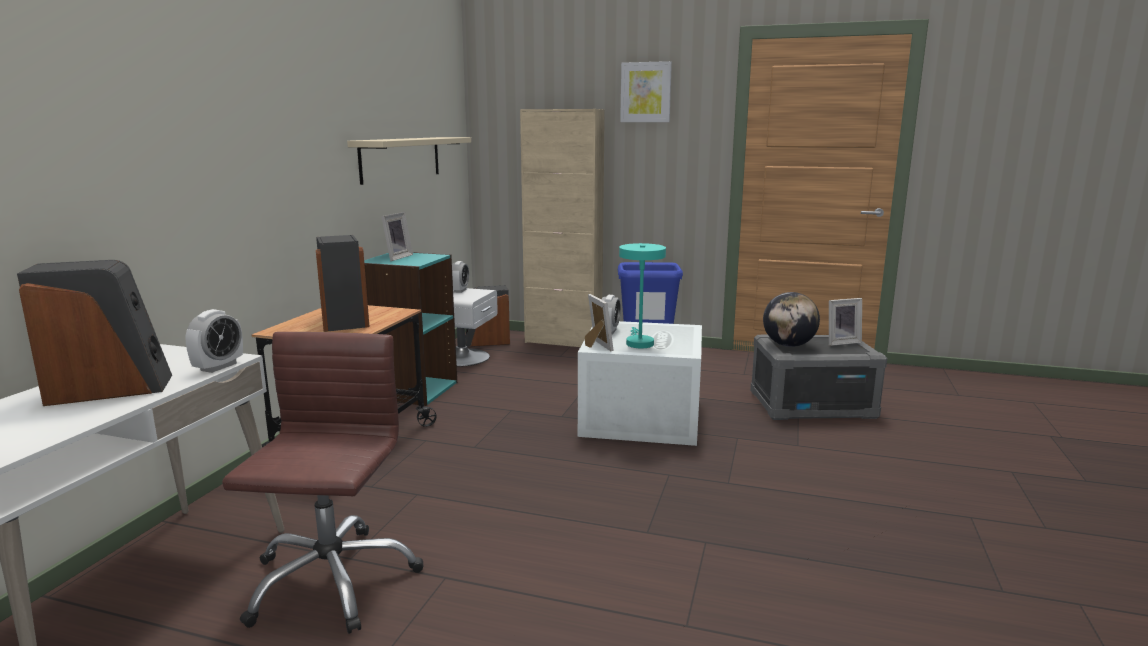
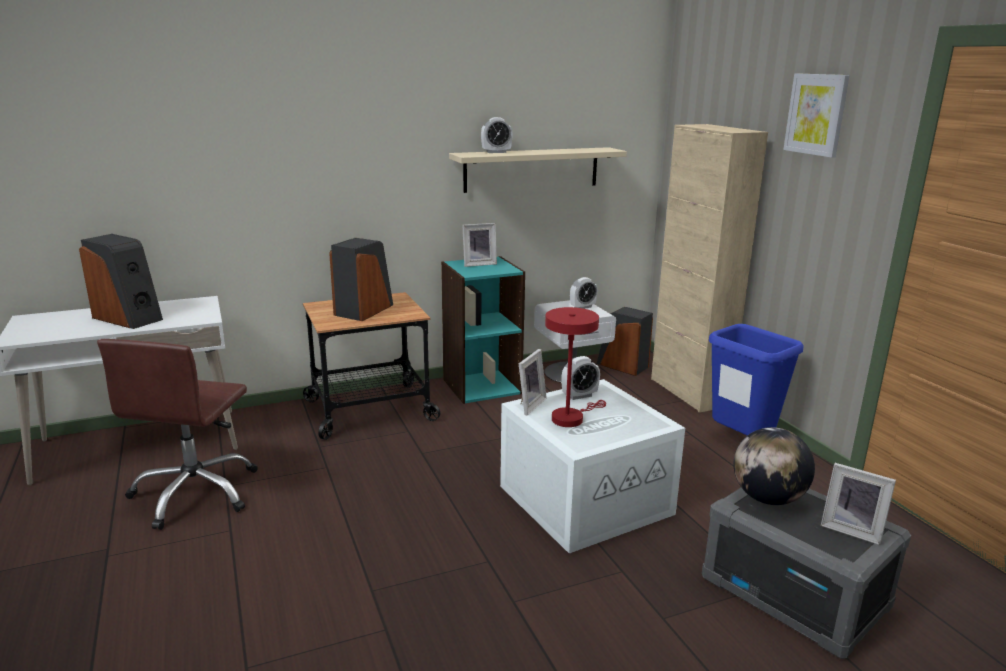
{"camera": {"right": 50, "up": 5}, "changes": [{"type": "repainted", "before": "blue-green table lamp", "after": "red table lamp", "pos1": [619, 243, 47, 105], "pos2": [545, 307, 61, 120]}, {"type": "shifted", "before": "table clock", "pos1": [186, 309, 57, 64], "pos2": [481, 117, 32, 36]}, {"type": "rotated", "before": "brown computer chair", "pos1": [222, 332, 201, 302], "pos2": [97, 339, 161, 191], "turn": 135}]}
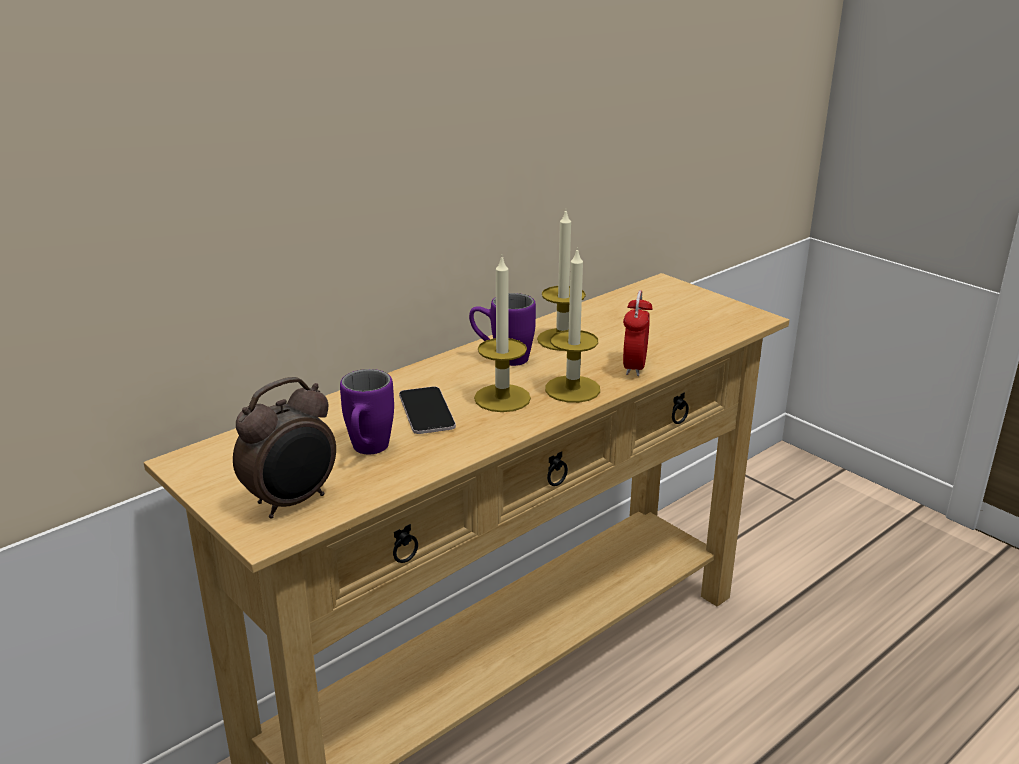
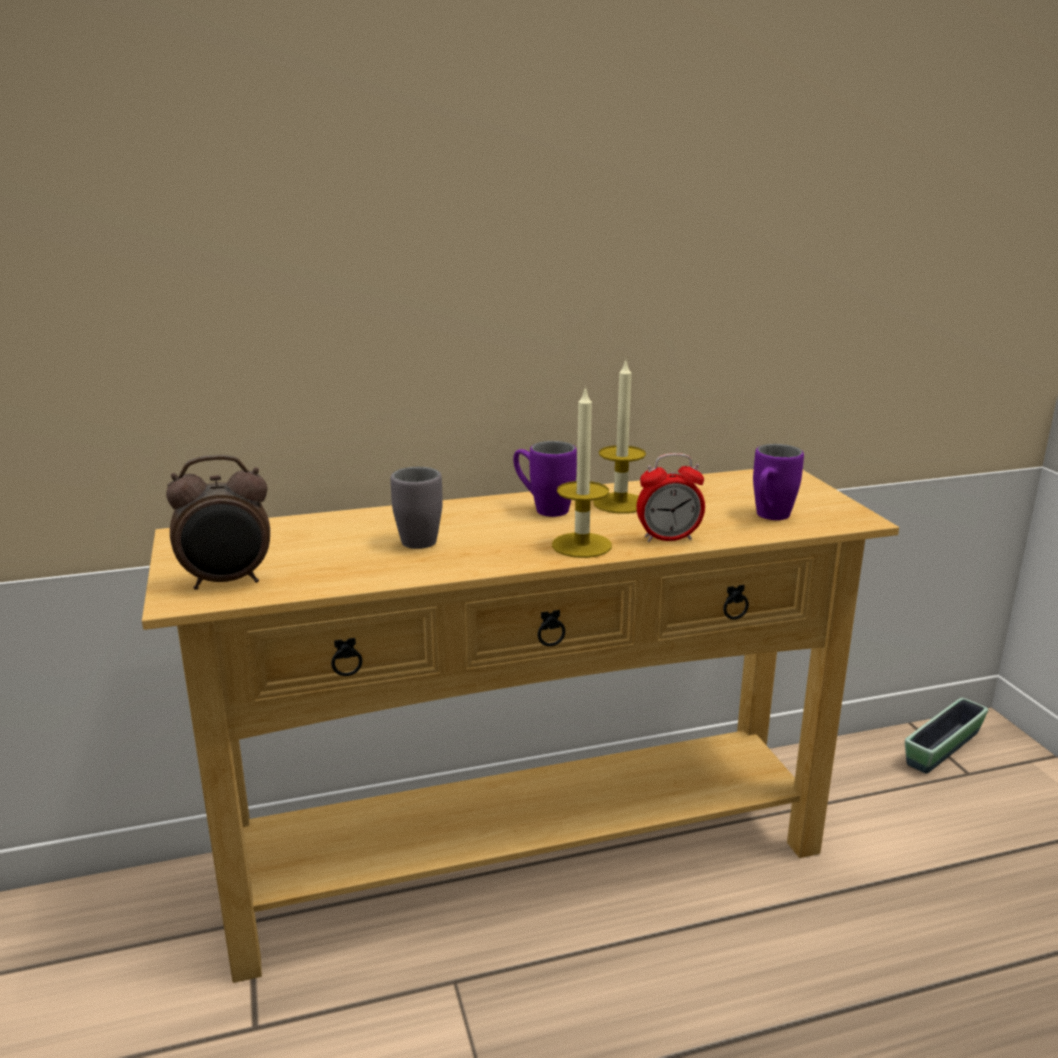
{"camera": {"right": 25, "up": -5}, "changes": [{"type": "gone", "before": "wax light", "pos1": [474, 254, 57, 158]}, {"type": "rotated", "before": "table clock", "pos1": [623, 290, 29, 86], "pos2": [637, 453, 68, 89], "turn": -135}, {"type": "shifted", "before": "purple coffee mug", "pos1": [340, 369, 54, 85], "pos2": [753, 444, 51, 76]}, {"type": "swapped", "before": "phone", "after": "greyish coffee mug", "pos1": [399, 386, 57, 48], "pos2": [390, 467, 53, 82]}, {"type": "new", "after": "plant pot", "pos2": [905, 698, 83, 76]}]}
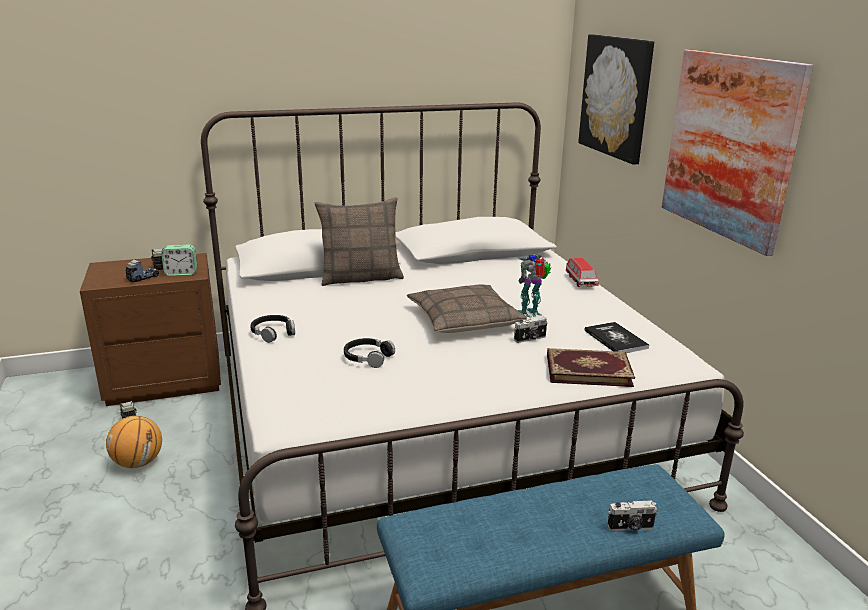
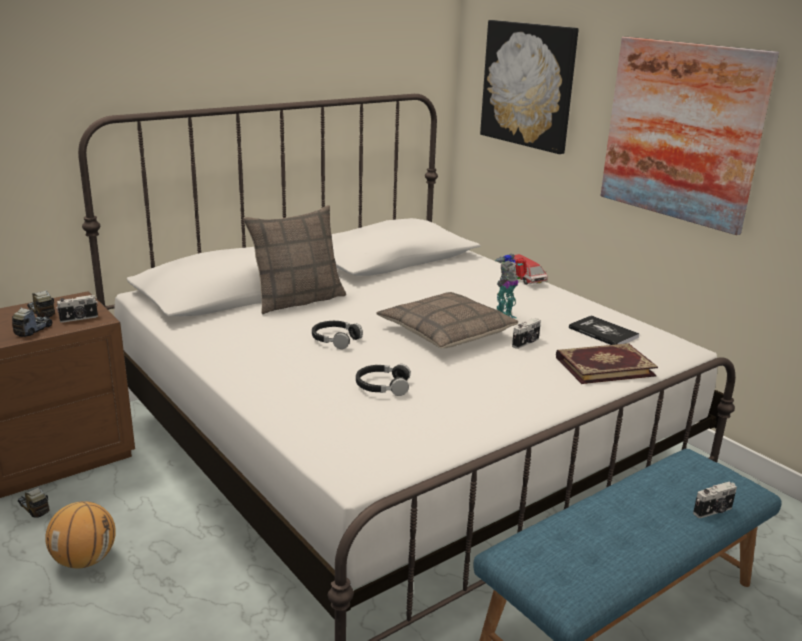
{"camera": {"right": -20, "up": 0}, "changes": [{"type": "swapped", "before": "table clock", "after": "photo camera", "pos1": [161, 245, 36, 31], "pos2": [56, 295, 42, 28]}, {"type": "shifted", "before": "black headphones", "pos1": [250, 315, 45, 28], "pos2": [312, 321, 51, 28]}]}
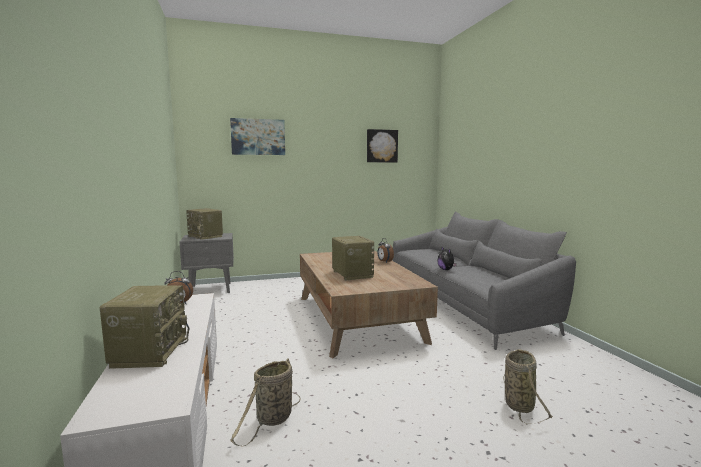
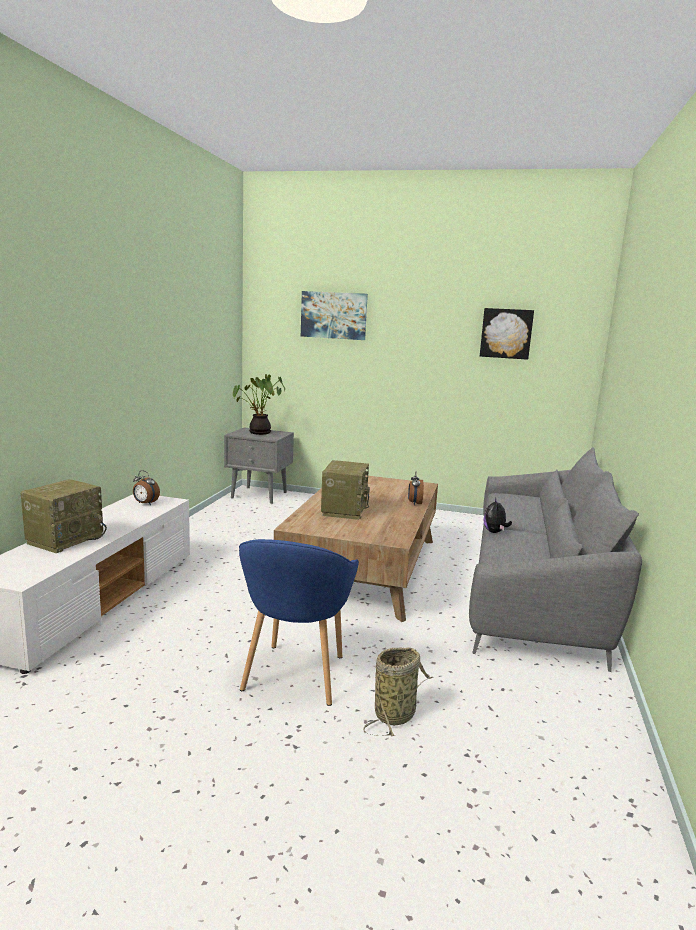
{"camera": {"right": 30, "up": 5}, "changes": [{"type": "swapped", "before": "radio set", "after": "plant in a pot", "pos1": [186, 208, 37, 32], "pos2": [233, 374, 52, 61]}, {"type": "gone", "before": "basket", "pos1": [231, 358, 70, 88]}, {"type": "new", "after": "bluish lounge chair", "pos2": [239, 539, 120, 167]}]}
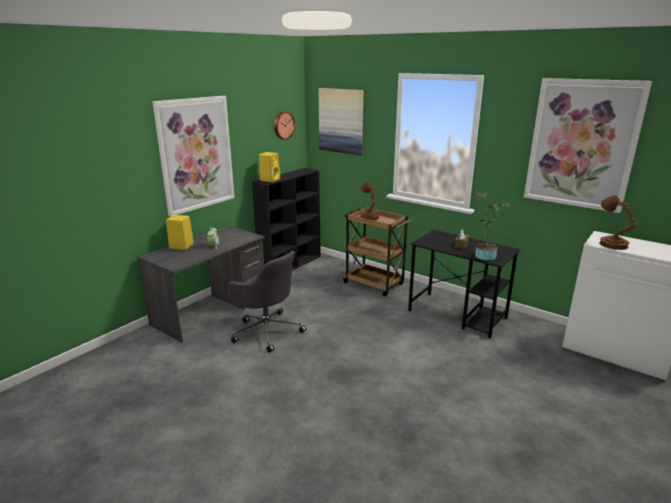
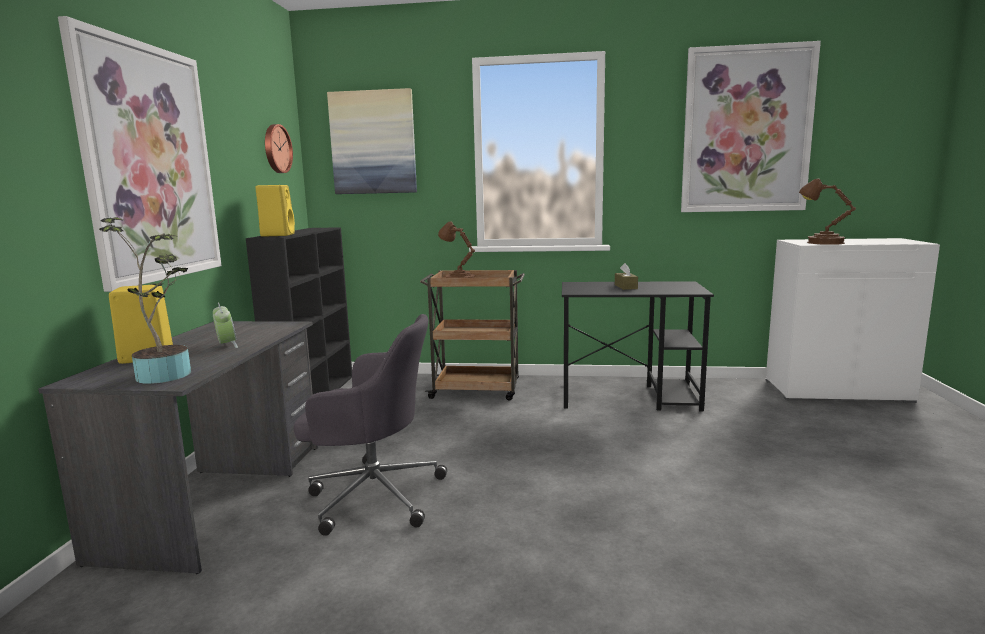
{"camera": {"right": -30, "up": -10}, "changes": [{"type": "shifted", "before": "plant in a pot", "pos1": [475, 192, 35, 68], "pos2": [99, 217, 92, 167]}]}
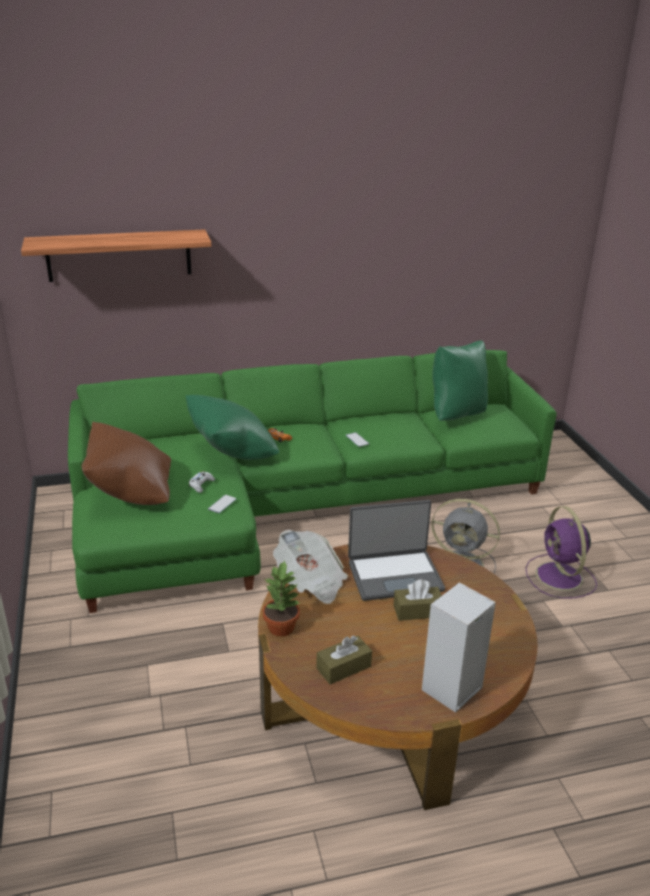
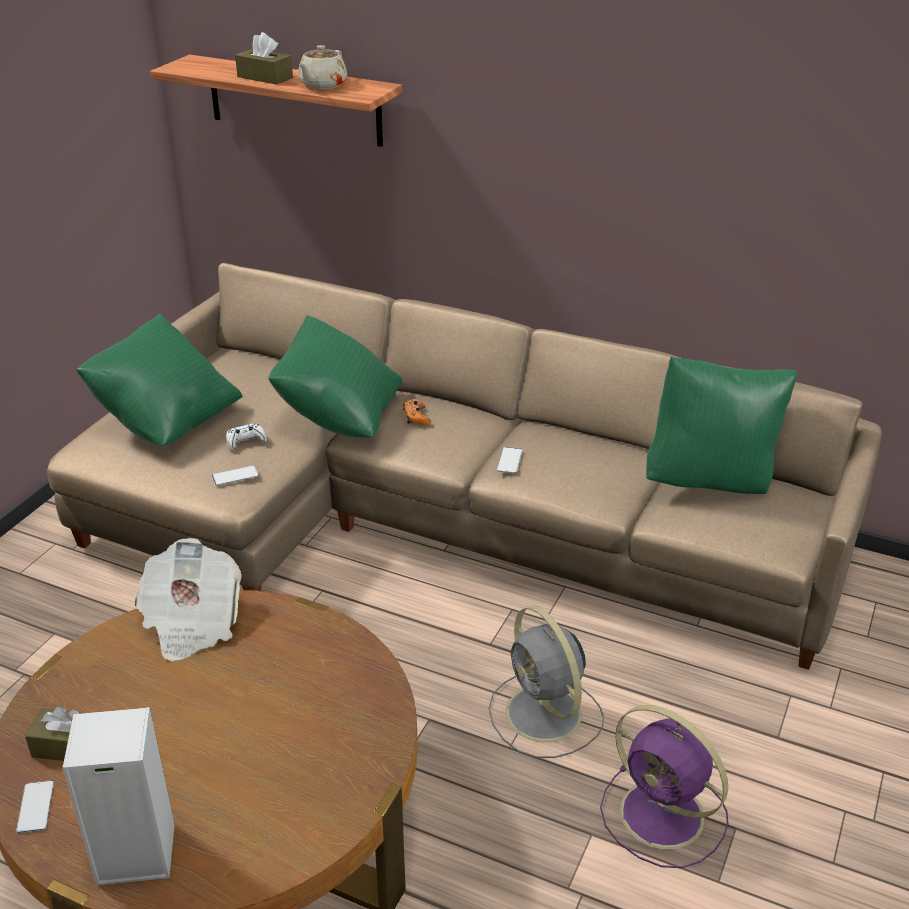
{"camera": {"right": 40, "up": 5}, "changes": [{"type": "repainted", "before": "green-coloured couch", "after": "beige couch", "pos1": [68, 350, 489, 263], "pos2": [47, 263, 835, 407]}, {"type": "repainted", "before": "brown pillow", "after": "green-coloured pillow", "pos1": [81, 422, 90, 83], "pos2": [76, 313, 167, 133]}, {"type": "gone", "before": "laptop", "pos1": [348, 500, 97, 101]}, {"type": "rotated", "before": "purple cooling fan", "pos1": [525, 506, 72, 93], "pos2": [600, 705, 128, 163], "turn": -75}, {"type": "gone", "before": "plant in a pot", "pos1": [263, 560, 37, 77]}, {"type": "shifted", "before": "brown tissue box", "pos1": [393, 579, 49, 42], "pos2": [235, 32, 58, 53]}, {"type": "new", "after": "beige teapot", "pos2": [298, 45, 49, 44]}, {"type": "new", "after": "phone", "pos2": [16, 780, 38, 54]}]}
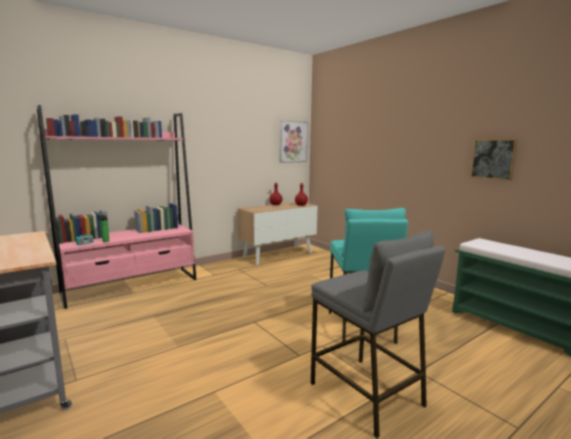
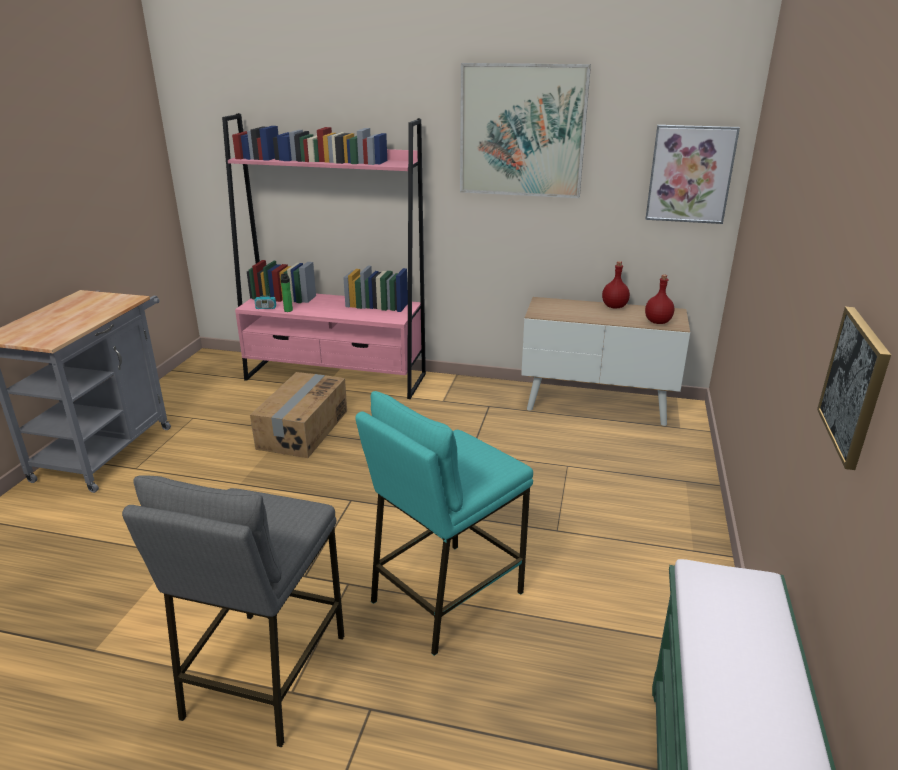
{"camera": {"right": 50, "up": 15}, "changes": [{"type": "new", "after": "wall art", "pos2": [460, 63, 131, 135]}, {"type": "new", "after": "cardboard box", "pos2": [250, 372, 97, 86]}]}
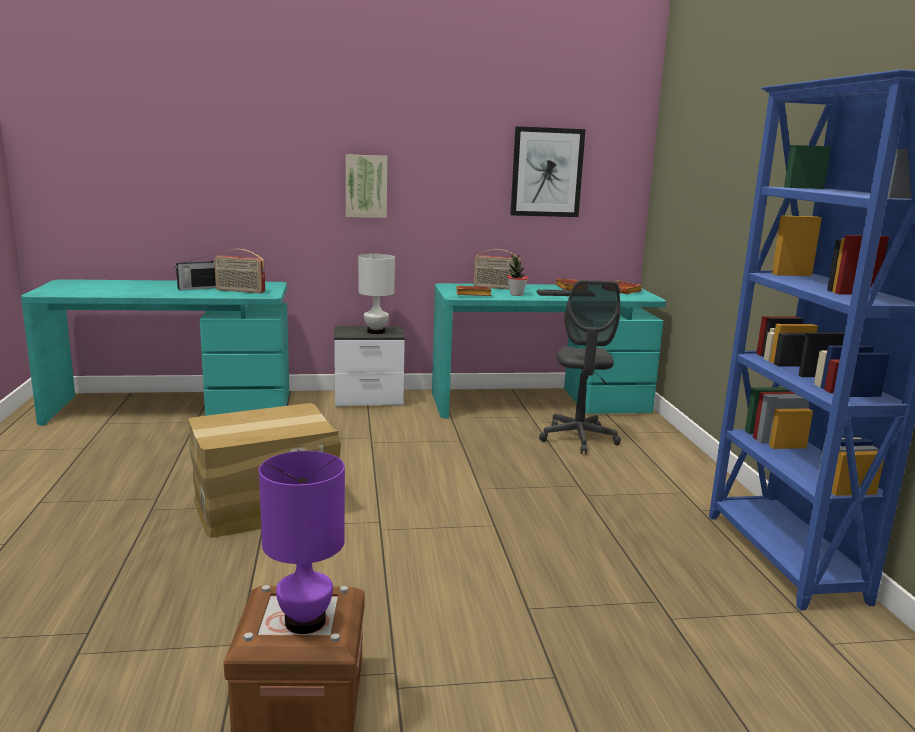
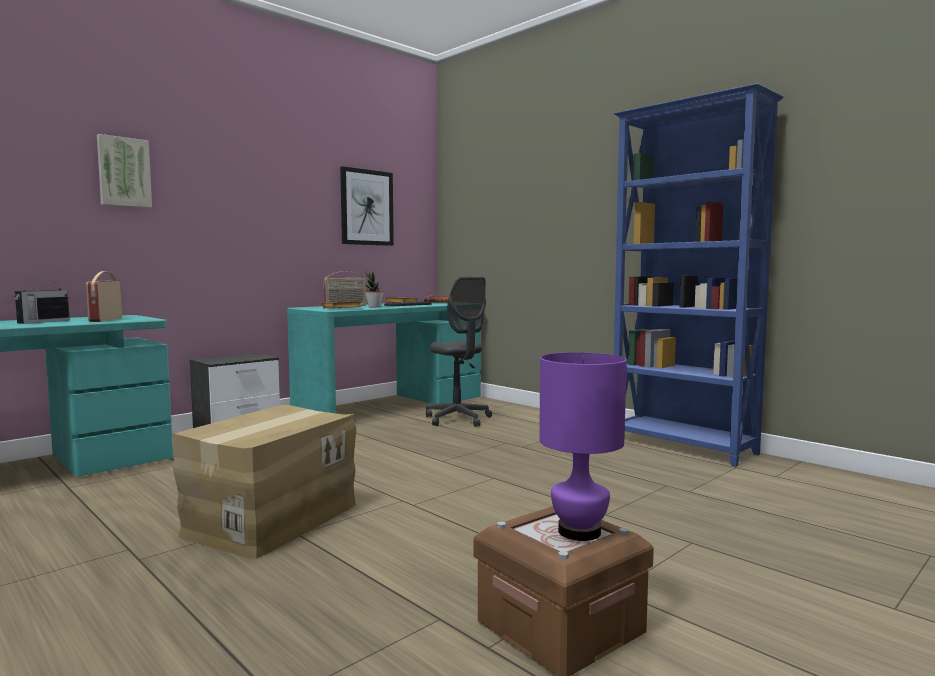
{"camera": {"right": -35, "up": -10}, "changes": [{"type": "shifted", "before": "wall art", "pos1": [346, 154, 41, 64], "pos2": [97, 134, 55, 74]}, {"type": "rotated", "before": "radio set", "pos1": [214, 249, 51, 44], "pos2": [86, 271, 36, 51], "turn": 105}, {"type": "gone", "before": "whitish table lamp", "pos1": [358, 254, 37, 80]}]}
